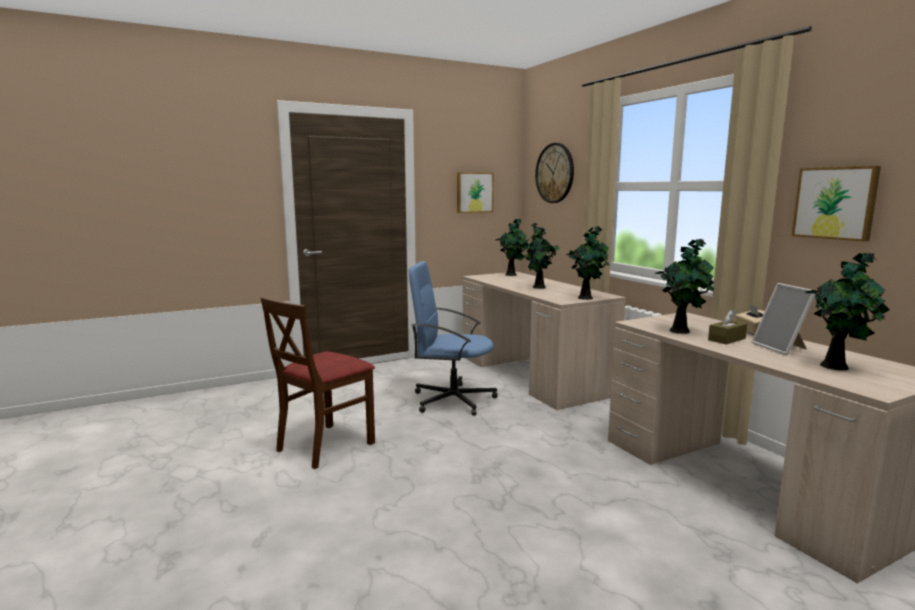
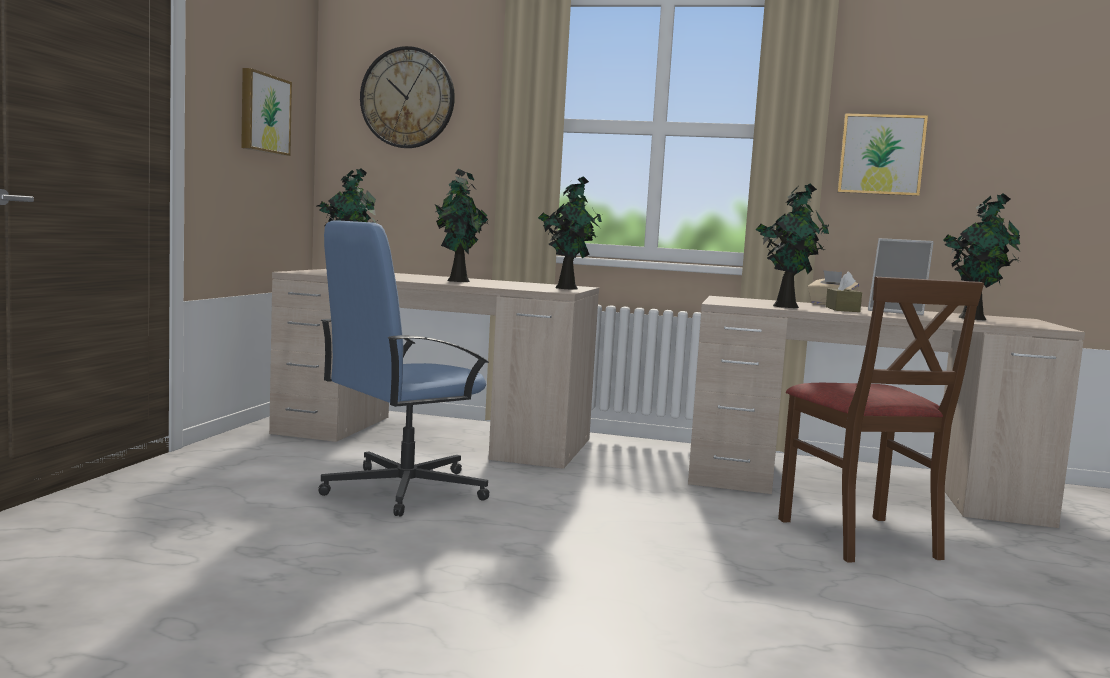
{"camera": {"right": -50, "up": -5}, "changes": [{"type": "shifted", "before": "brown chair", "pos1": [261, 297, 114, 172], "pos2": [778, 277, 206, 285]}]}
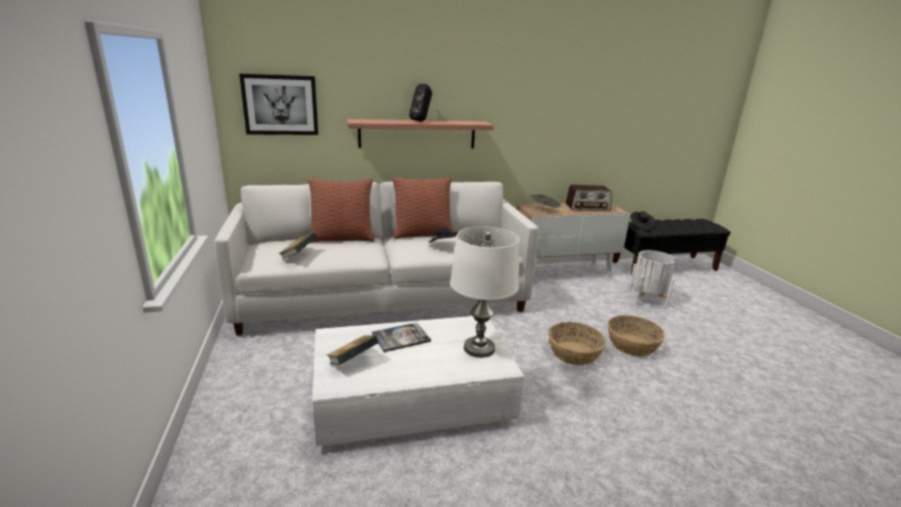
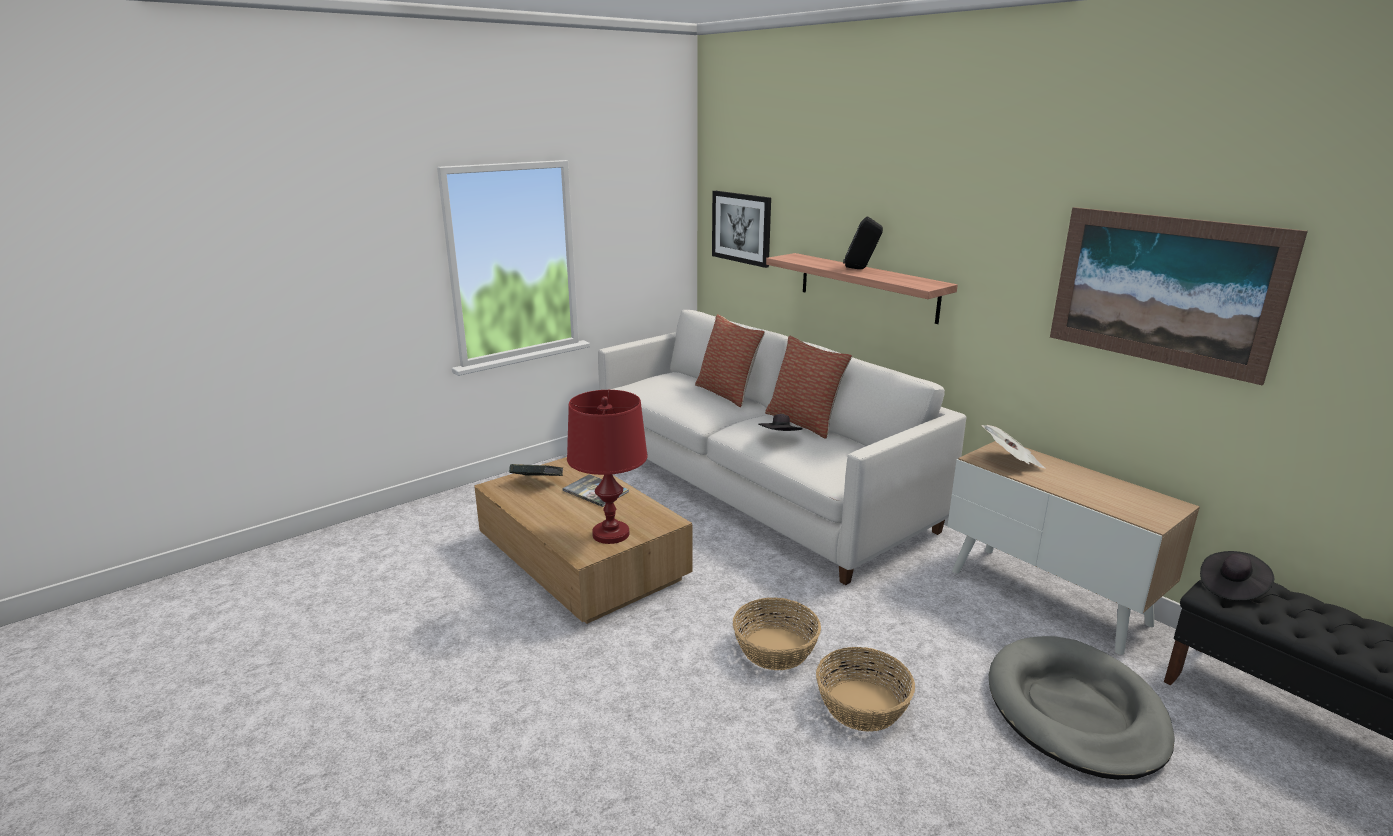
{"camera": {"right": 65, "up": 0}, "changes": [{"type": "gone", "before": "radio set", "pos1": [566, 185, 46, 26]}, {"type": "repainted", "before": "whitish table lamp", "after": "red table lamp", "pos1": [450, 226, 69, 132], "pos2": [567, 390, 80, 154]}, {"type": "gone", "before": "book", "pos1": [278, 232, 39, 27]}, {"type": "swapped", "before": "whitish plant pot", "after": "greyish pet bed", "pos1": [628, 250, 48, 58], "pos2": [989, 636, 186, 144]}, {"type": "repainted", "before": "whitish lounge table", "after": "brown lounge table", "pos1": [312, 316, 212, 131], "pos2": [474, 457, 219, 167]}, {"type": "new", "after": "wall art", "pos2": [1050, 207, 258, 178]}]}
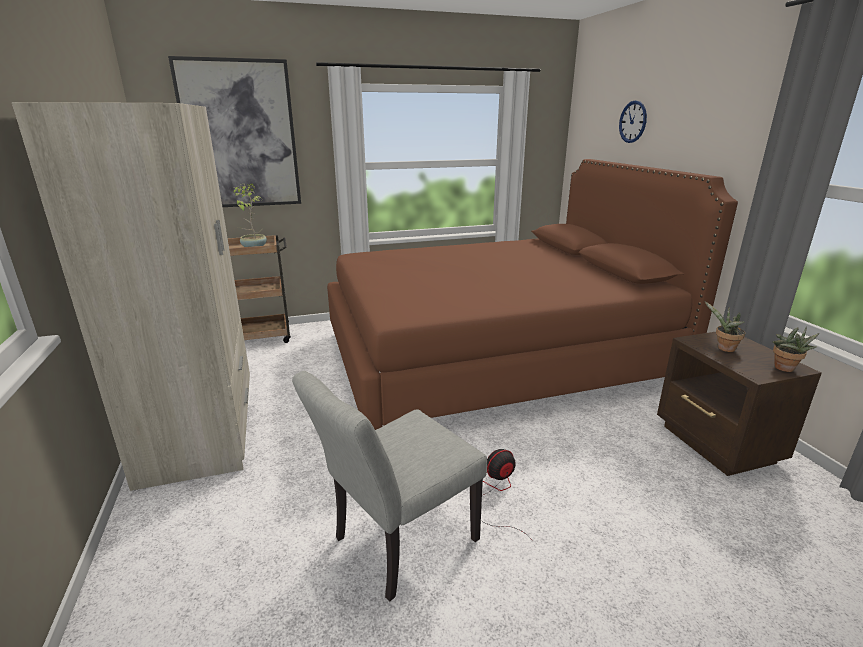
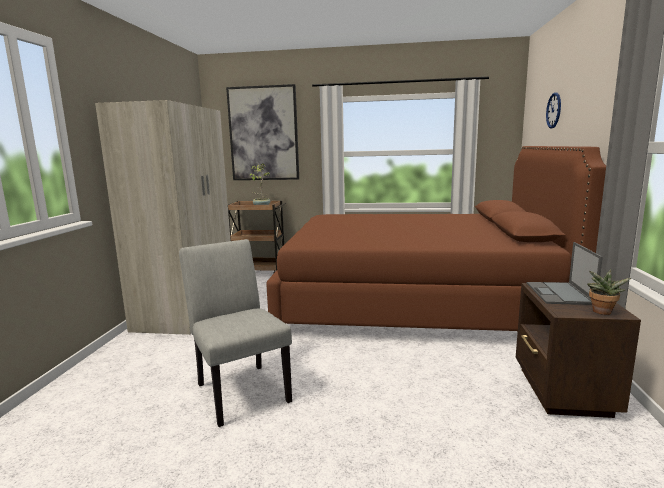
{"camera": {"right": 25, "up": -10}, "changes": [{"type": "swapped", "before": "plant in a pot", "after": "laptop", "pos1": [704, 301, 41, 51], "pos2": [527, 242, 76, 63]}, {"type": "rotated", "before": "greyish chair", "pos1": [292, 371, 195, 230], "pos2": [179, 239, 113, 188], "turn": 75}, {"type": "gone", "before": "cooling fan", "pos1": [481, 449, 52, 92]}]}
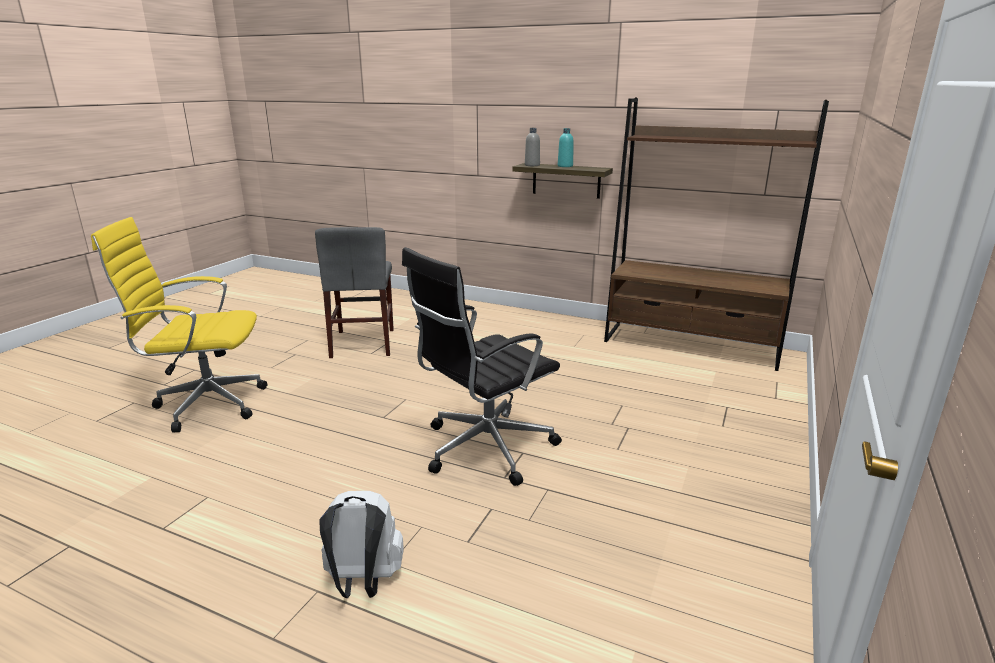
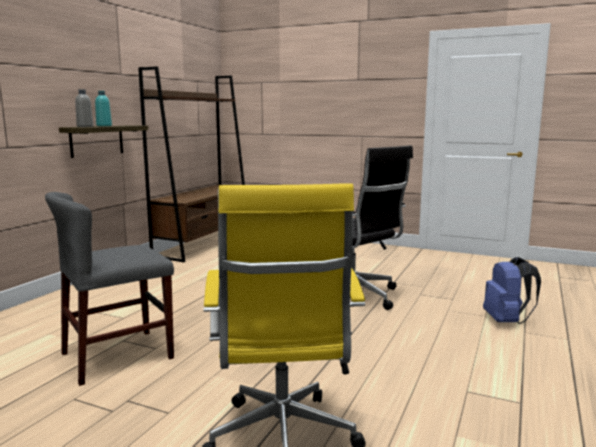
{"camera": {"right": -90, "up": -10}, "changes": [{"type": "rotated", "before": "greyish chair", "pos1": [315, 227, 79, 131], "pos2": [45, 192, 129, 194], "turn": 150}, {"type": "repainted", "before": "whitish knapsack", "after": "bluish knapsack", "pos1": [319, 491, 85, 107], "pos2": [483, 257, 58, 67]}]}
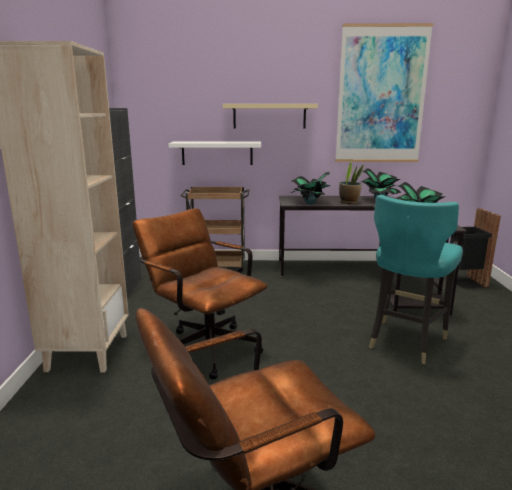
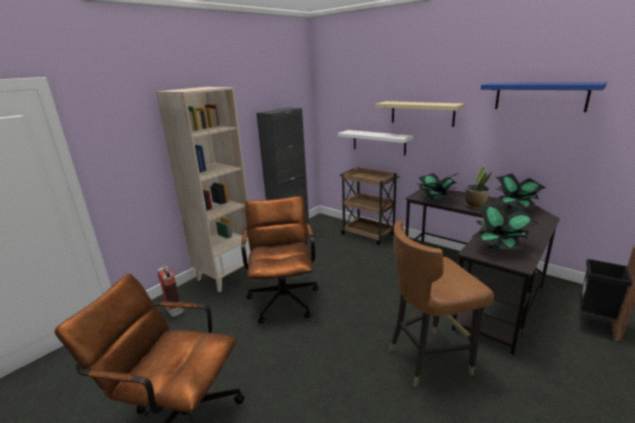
{"camera": {"right": 40, "up": 5}, "changes": [{"type": "swapped", "before": "wall art", "after": "bluish wall shelf", "pos1": [335, 23, 98, 139], "pos2": [481, 82, 126, 30]}, {"type": "repainted", "before": "blue-green chair", "after": "brown chair", "pos1": [369, 195, 94, 169], "pos2": [389, 221, 105, 166]}, {"type": "new", "after": "fire extinguisher", "pos2": [157, 265, 26, 52]}]}
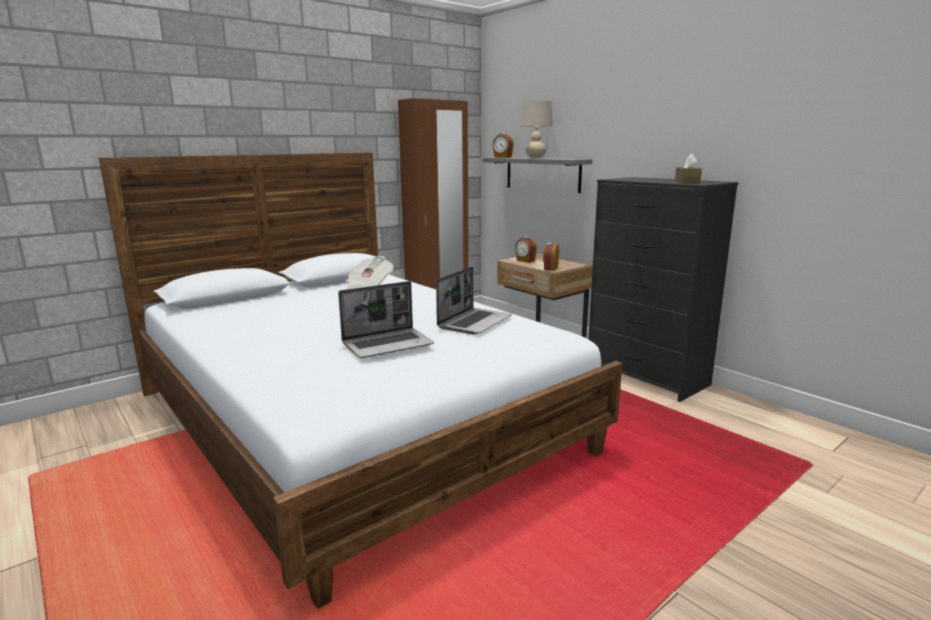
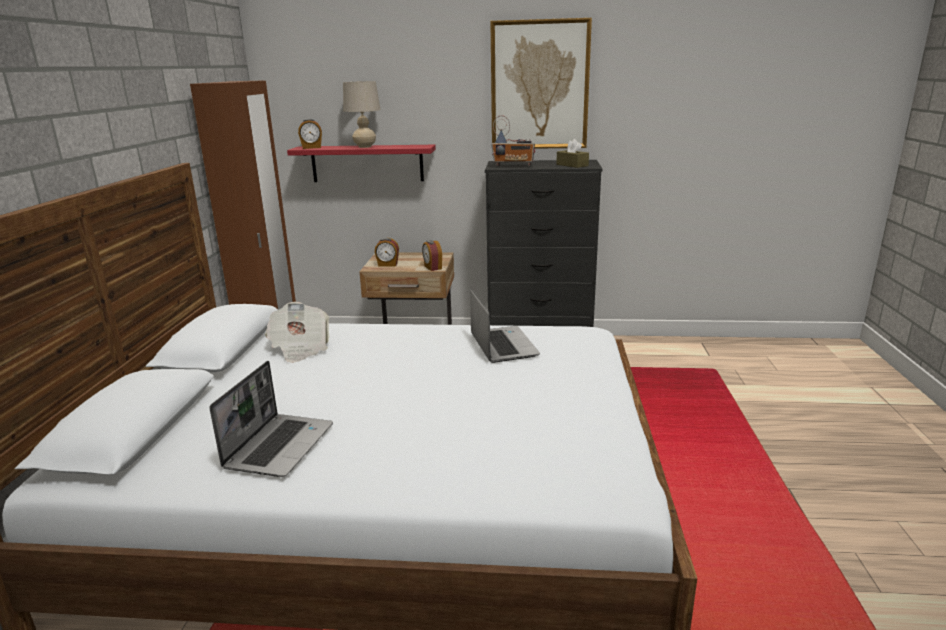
{"camera": {"right": -45, "up": 5}, "changes": [{"type": "repainted", "before": "greyish wall shelf", "after": "red wall shelf", "pos1": [483, 157, 109, 36], "pos2": [287, 145, 149, 37]}, {"type": "shifted", "before": "laptop", "pos1": [338, 281, 96, 77], "pos2": [209, 361, 124, 116]}, {"type": "new", "after": "wall art", "pos2": [490, 18, 102, 131]}, {"type": "new", "after": "radio set", "pos2": [491, 115, 44, 51]}]}
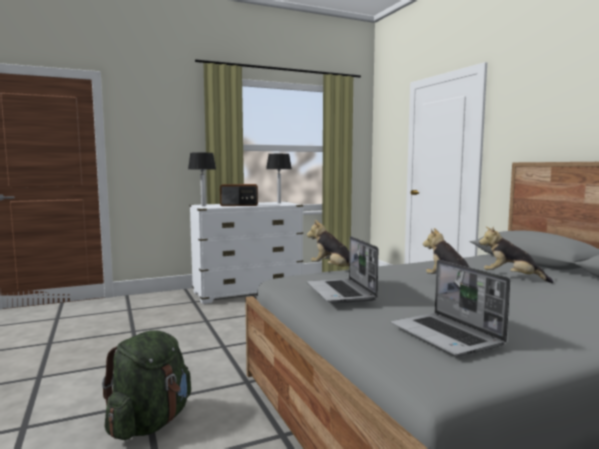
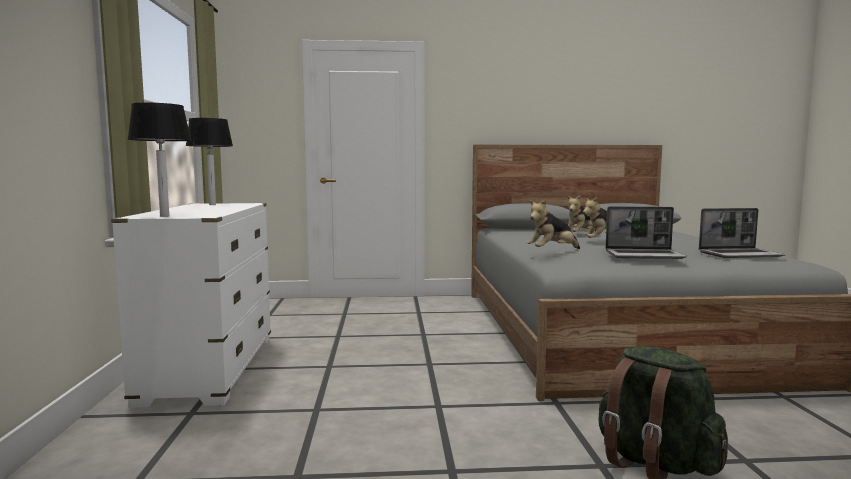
{"camera": {"right": -70, "up": 0}, "changes": [{"type": "gone", "before": "radio set", "pos1": [220, 184, 38, 22]}]}
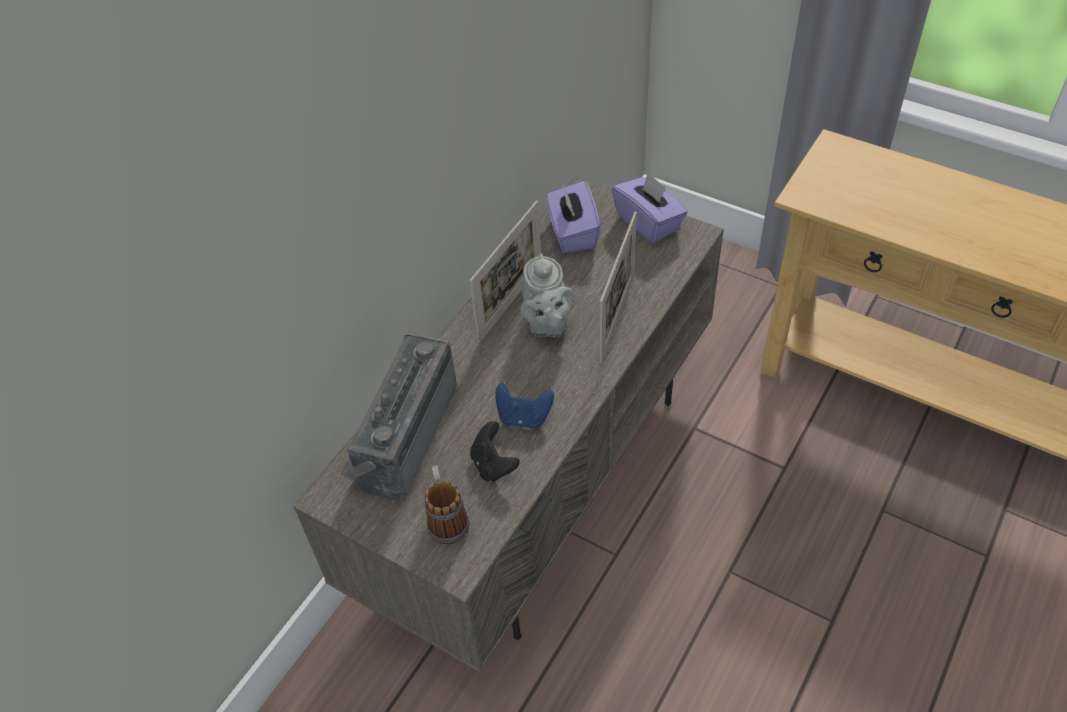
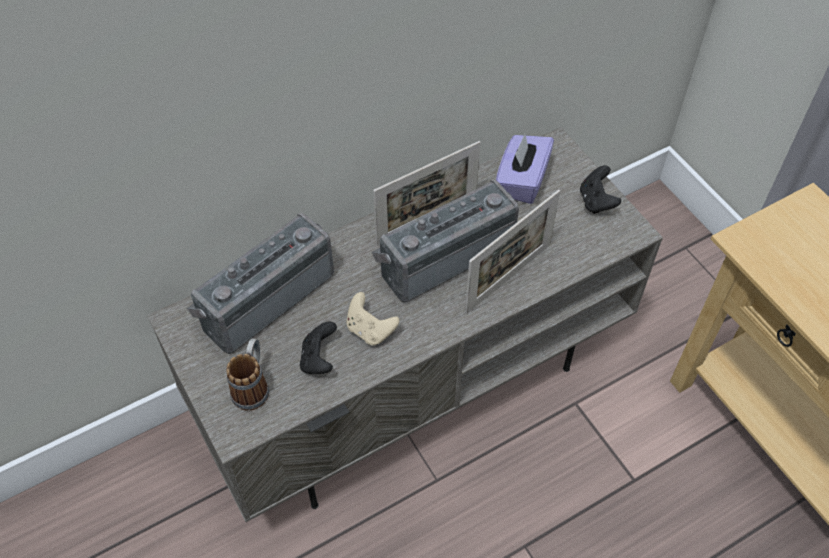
{"camera": {"right": 25, "up": 5}, "changes": [{"type": "swapped", "before": "purple tissue box", "after": "black game controller", "pos1": [612, 172, 76, 72], "pos2": [580, 165, 41, 49]}, {"type": "swapped", "before": "greyish teapot", "after": "radio set", "pos1": [520, 253, 55, 84], "pos2": [372, 180, 147, 123]}, {"type": "repainted", "before": "bluish game controller", "after": "beige game controller", "pos1": [495, 383, 59, 46], "pos2": [346, 292, 54, 53]}]}
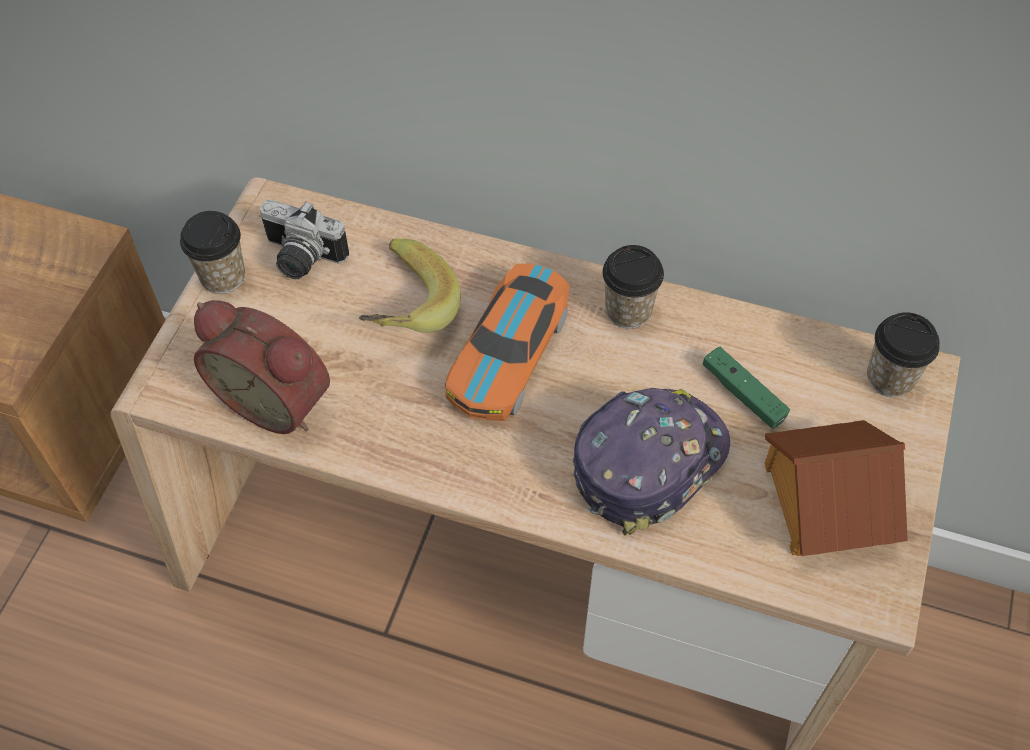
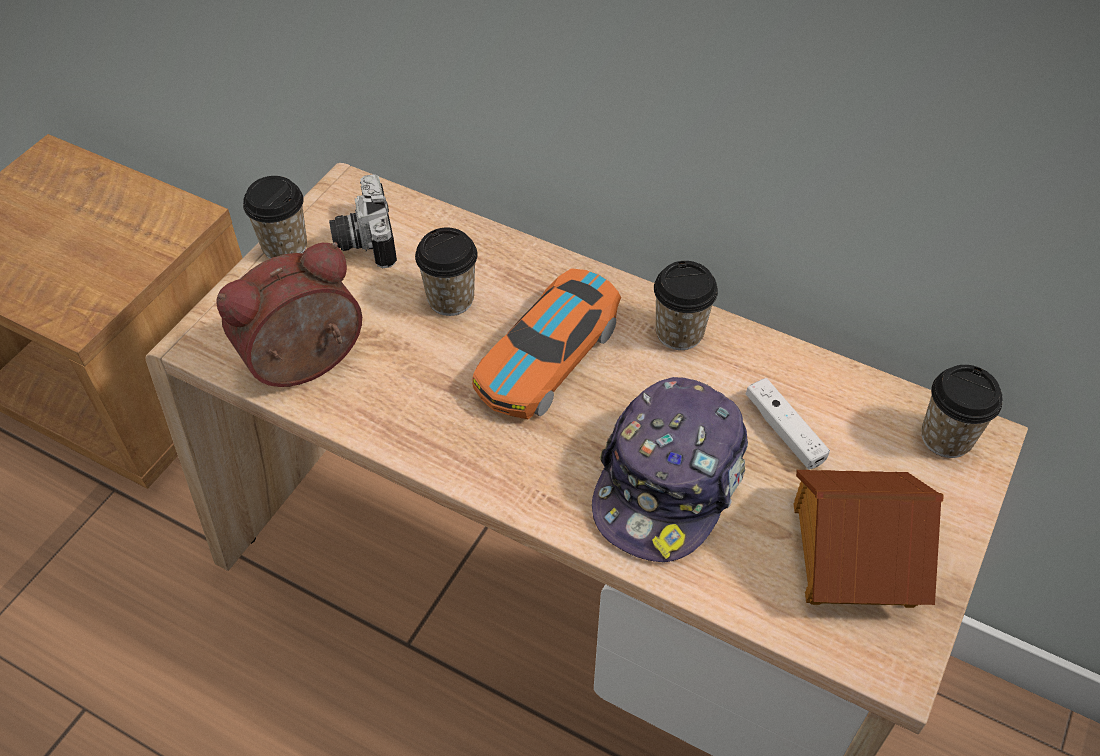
{"camera": {"right": 10, "up": -5}, "changes": [{"type": "rotated", "before": "photo camera", "pos1": [259, 199, 90, 80], "pos2": [329, 174, 68, 94], "turn": 45}, {"type": "swapped", "before": "whole banana", "after": "small cup", "pos1": [359, 238, 102, 95], "pos2": [415, 228, 63, 88]}, {"type": "rotated", "before": "table clock", "pos1": [194, 300, 136, 134], "pos2": [217, 242, 145, 145], "turn": 105}, {"type": "repainted", "before": "green-coloured game controller", "after": "whitish game controller", "pos1": [702, 347, 88, 82], "pos2": [746, 378, 84, 92]}, {"type": "rotated", "before": "peaked cap", "pos1": [573, 388, 157, 148], "pos2": [592, 377, 156, 185], "turn": 150}]}
